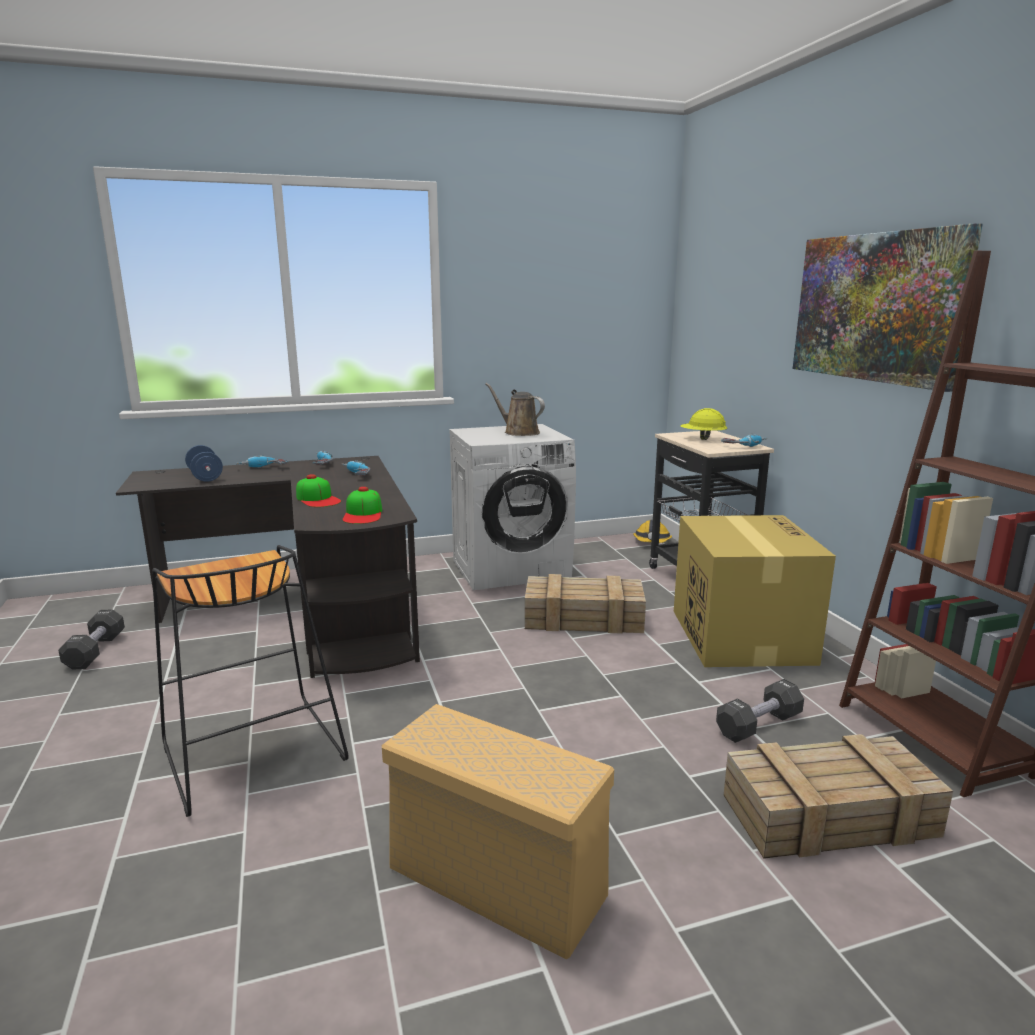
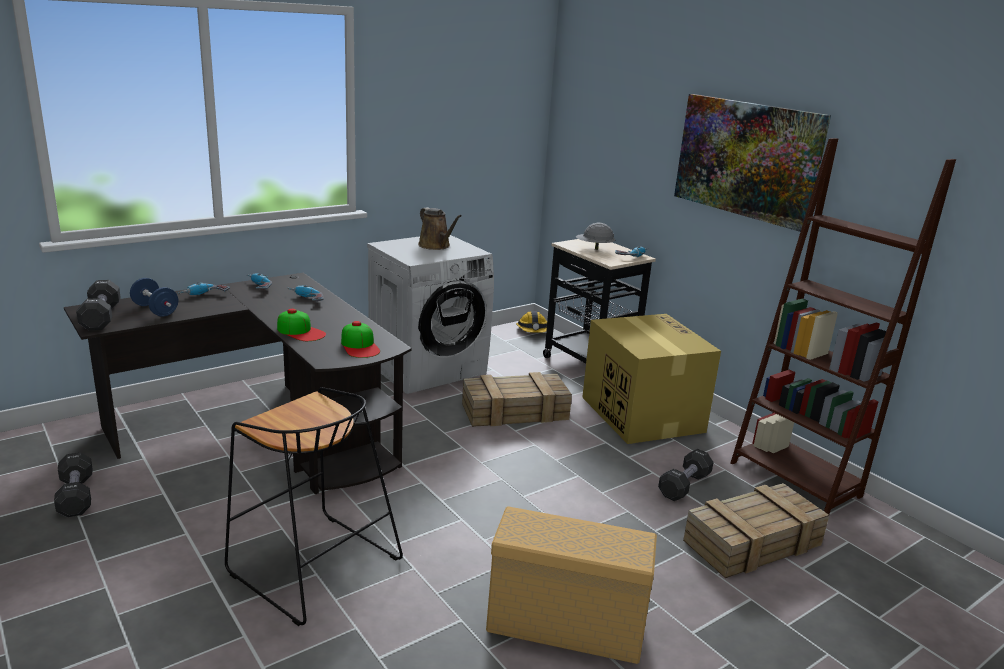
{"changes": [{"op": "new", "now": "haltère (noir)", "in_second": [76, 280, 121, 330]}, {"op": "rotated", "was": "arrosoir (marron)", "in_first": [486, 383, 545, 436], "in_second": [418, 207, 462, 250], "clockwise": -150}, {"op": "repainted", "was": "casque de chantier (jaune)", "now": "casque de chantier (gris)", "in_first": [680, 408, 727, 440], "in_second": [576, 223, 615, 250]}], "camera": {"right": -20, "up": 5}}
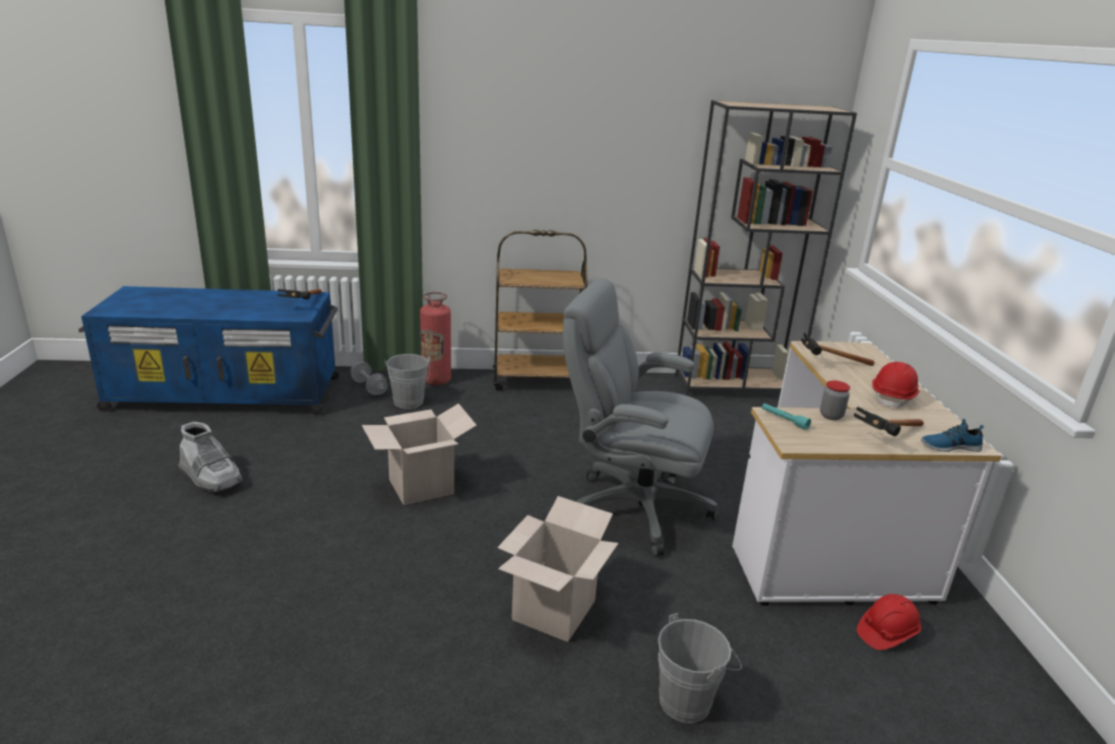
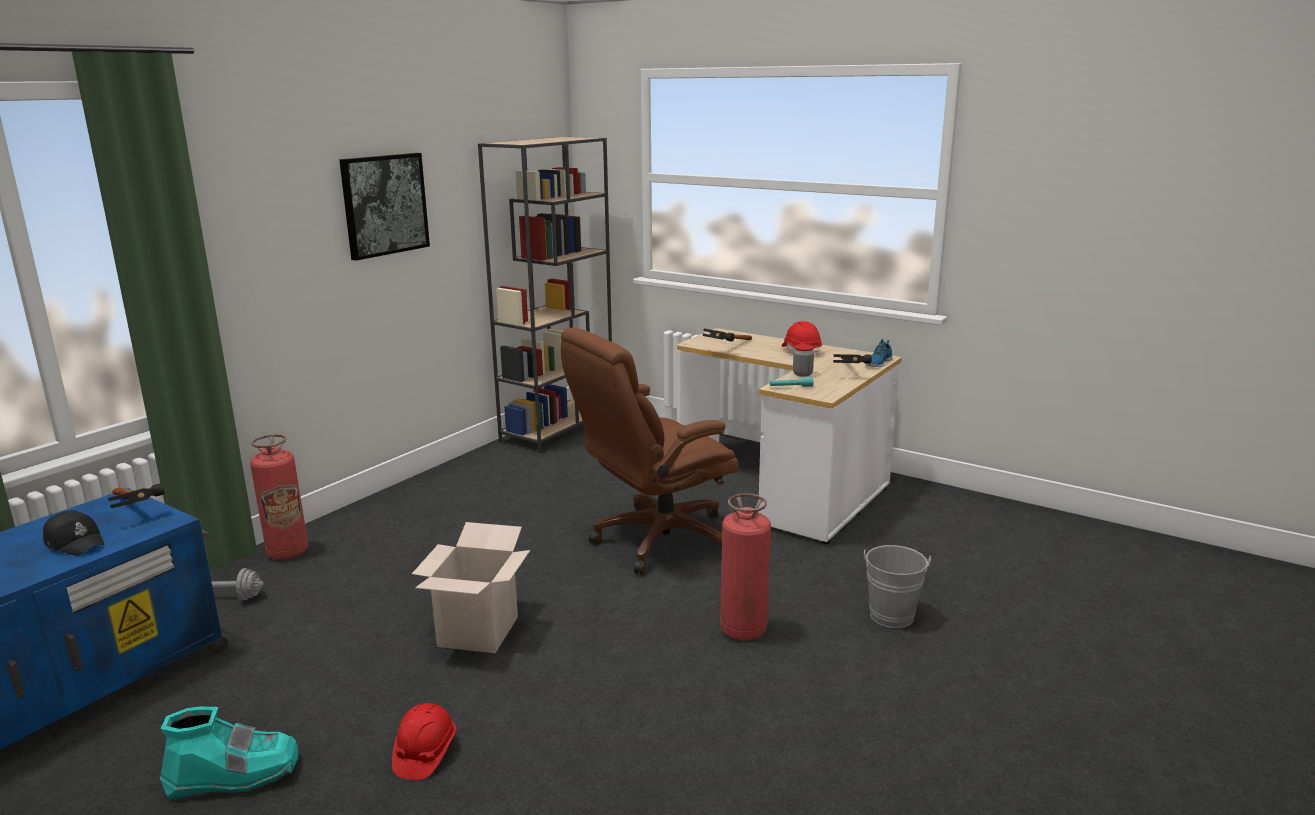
{"changes": [{"op": "new", "now": "casquette (noir)", "in_second": [43, 510, 105, 556]}, {"op": "repainted", "was": "botte (gris)", "now": "botte (turquoise)", "in_first": [178, 422, 243, 492], "in_second": [160, 707, 299, 800]}, {"op": "new", "now": "tableau", "in_second": [339, 153, 430, 261]}, {"op": "shifted", "was": "casque de chantier (rouge)", "in_first": [857, 594, 921, 650], "in_second": [392, 703, 456, 780]}, {"op": "repainted", "was": "chaise de bureau (gris)", "now": "chaise de bureau (marron)", "in_first": [563, 278, 718, 557], "in_second": [561, 328, 738, 575]}, {"op": "swapped", "was": "carton", "now": "extincteur", "in_first": [497, 496, 618, 642], "in_second": [720, 493, 771, 640]}, {"op": "gone", "was": "seau (gris)", "in_first": [385, 354, 430, 409]}, {"op": "gone", "was": "chariot (marron)", "in_first": [492, 230, 588, 391]}], "camera": {"right": -50, "up": -5}}
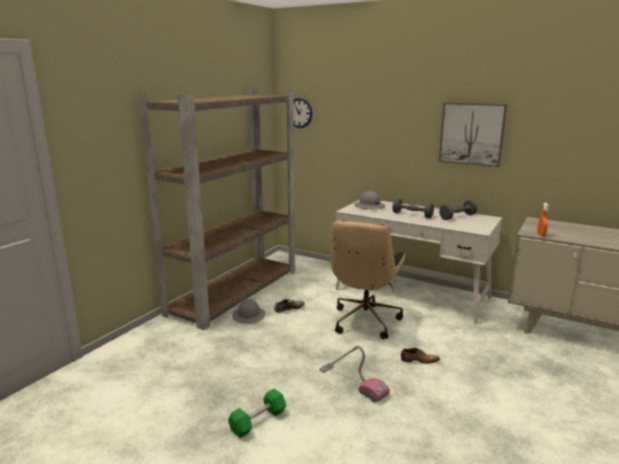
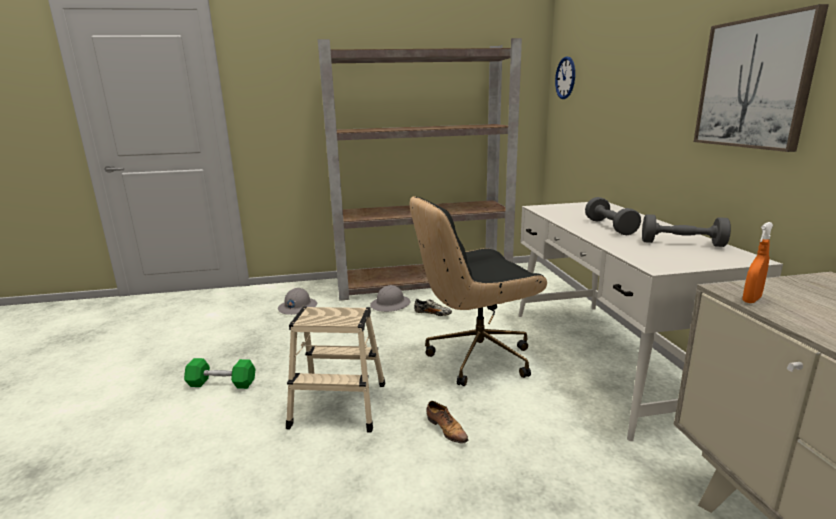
{"changes": [{"op": "shifted", "was": "casque de chantier (gris)", "in_first": [354, 191, 385, 209], "in_second": [278, 288, 317, 315]}, {"op": "swapped", "was": "aspirateur", "now": "escabeau (beige)", "in_first": [319, 346, 390, 403], "in_second": [286, 306, 385, 433]}], "camera": {"right": 50, "up": 0}}
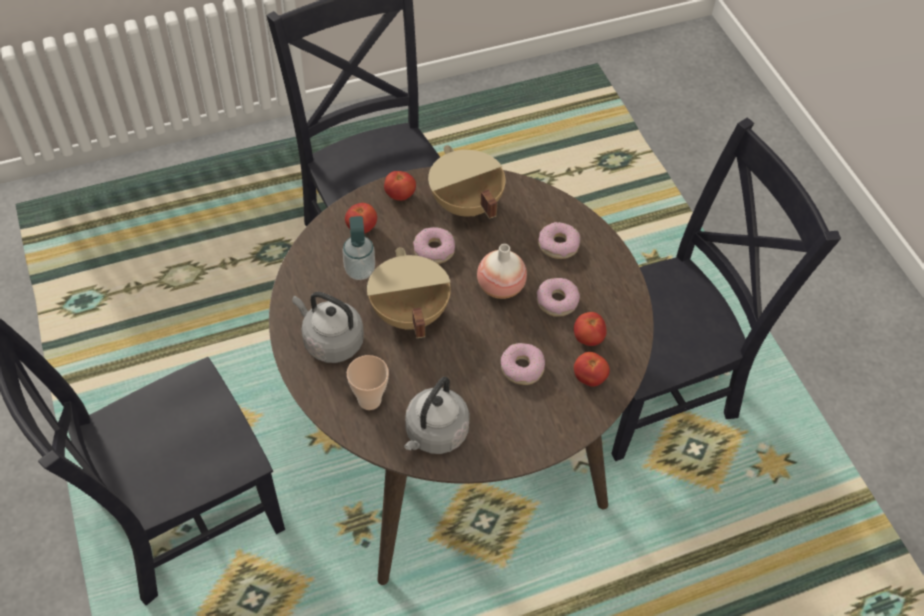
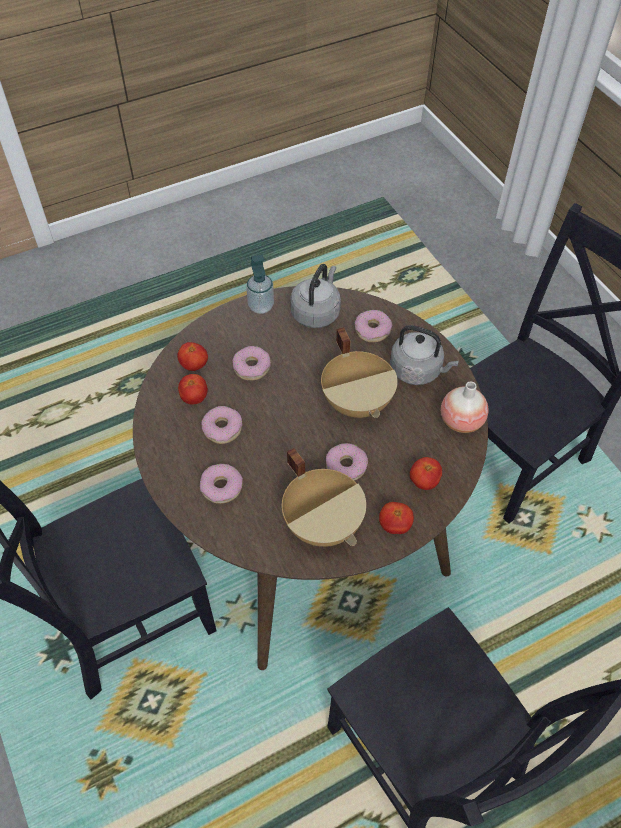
{"changes": [{"op": "shifted", "was": "distributeur de savon", "in_first": [342, 216, 375, 280], "in_second": [246, 255, 274, 314]}, {"op": "swapped", "was": "tasse", "now": "beignet", "in_first": [347, 355, 389, 410], "in_second": [355, 310, 392, 342]}, {"op": "shifted", "was": "vase", "in_first": [477, 244, 527, 299], "in_second": [441, 381, 488, 433]}], "camera": {"right": 175, "up": 0}}
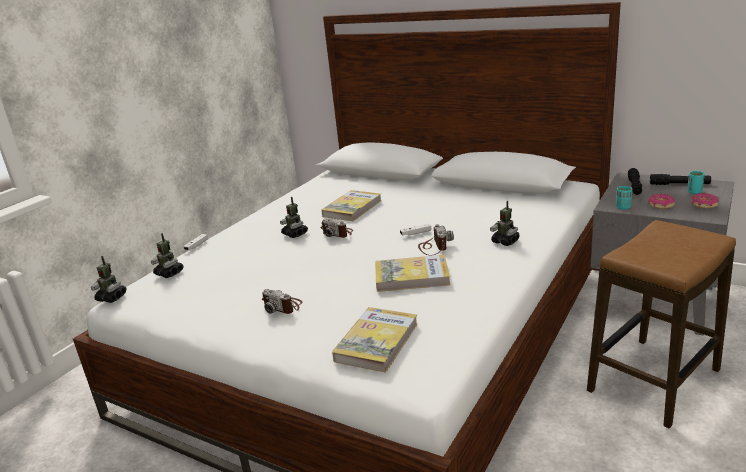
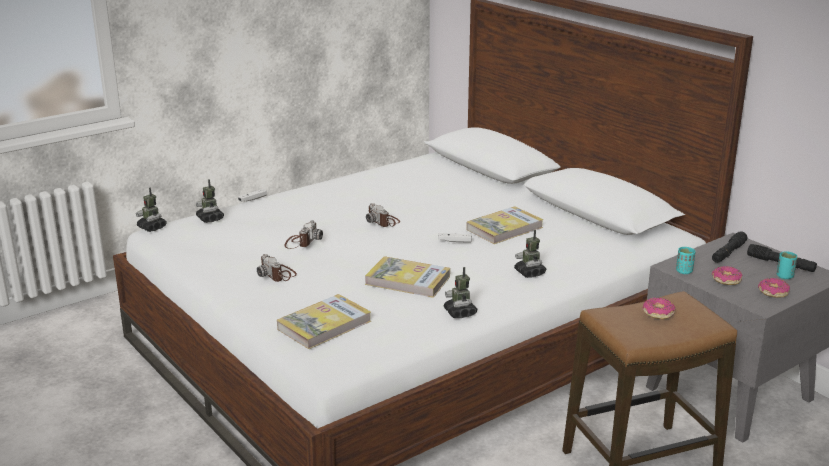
{"changes": [{"op": "shifted", "was": "appareil photo", "in_first": [418, 224, 454, 255], "in_second": [284, 220, 323, 249]}, {"op": "shifted", "was": "robot jouet", "in_first": [280, 197, 308, 238], "in_second": [444, 267, 477, 318]}, {"op": "shifted", "was": "livre", "in_first": [321, 190, 382, 221], "in_second": [466, 206, 543, 244]}, {"op": "new", "now": "beignet", "in_second": [643, 298, 676, 319]}], "camera": {"right": 20, "up": 0}}
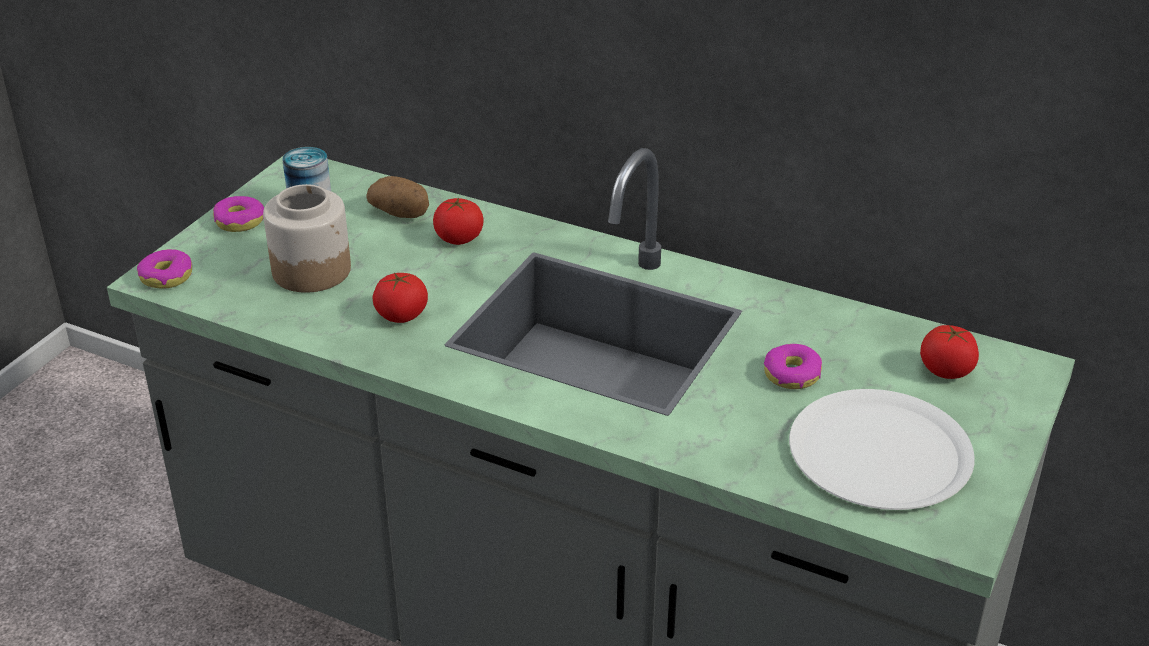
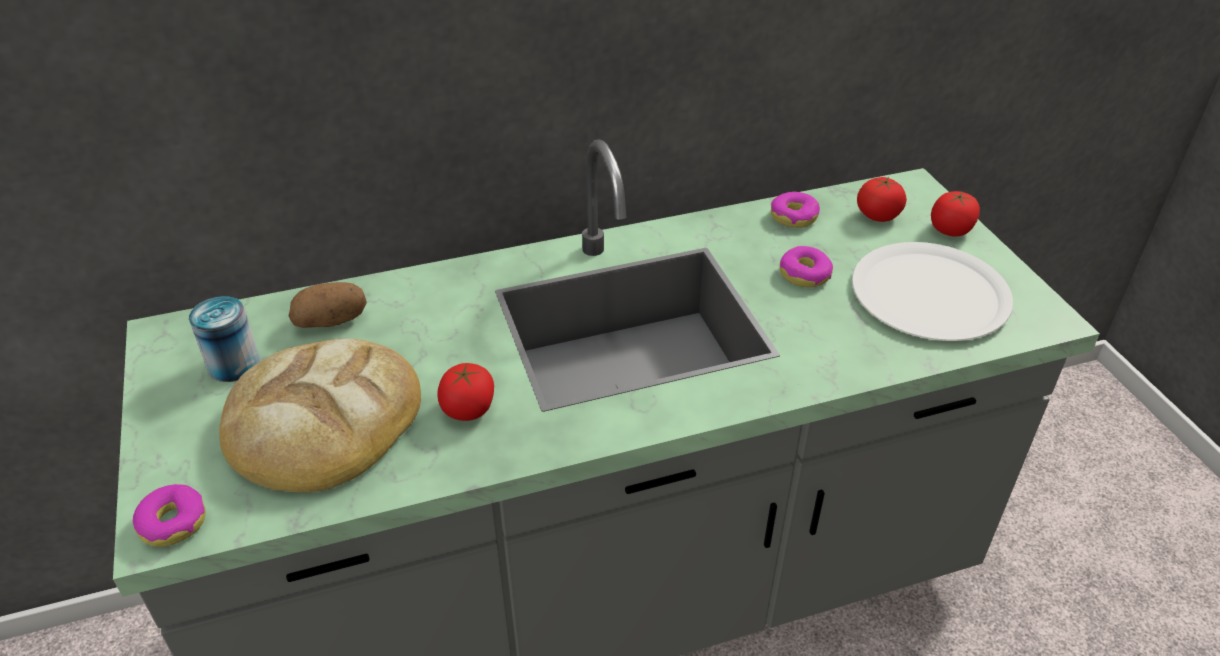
{"changes": [{"op": "swapped", "was": "bocal", "now": "pain", "in_first": [263, 184, 351, 293], "in_second": [219, 339, 421, 493]}, {"op": "shifted", "was": "beignet", "in_first": [213, 196, 264, 232], "in_second": [771, 192, 820, 228]}, {"op": "shifted", "was": "tomate", "in_first": [433, 197, 483, 245], "in_second": [931, 191, 980, 237]}], "camera": {"right": -45, "up": 5}}
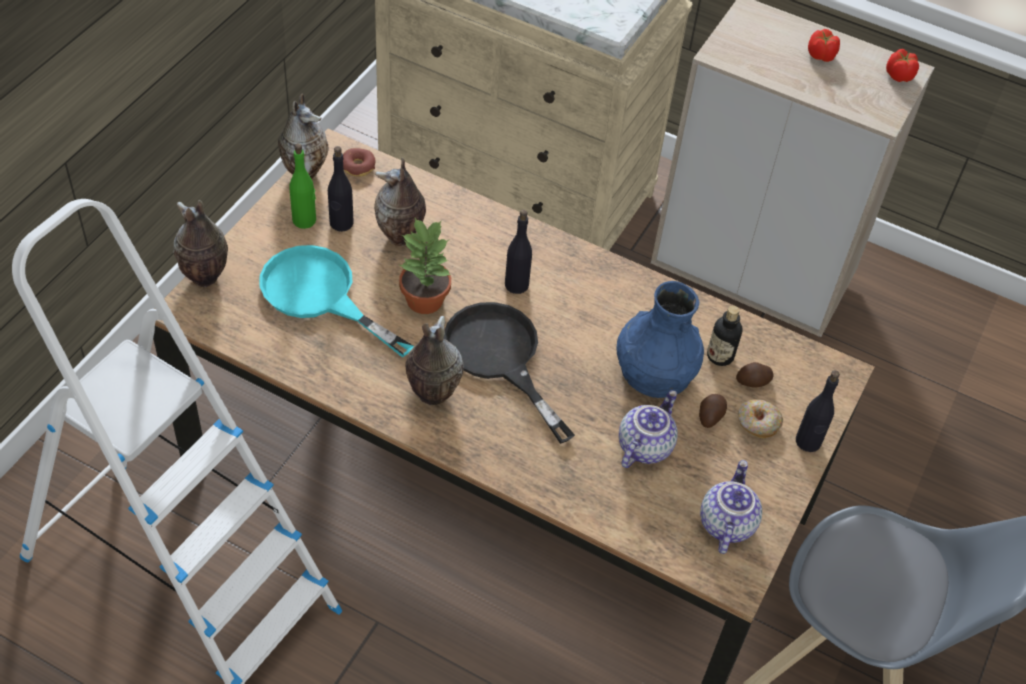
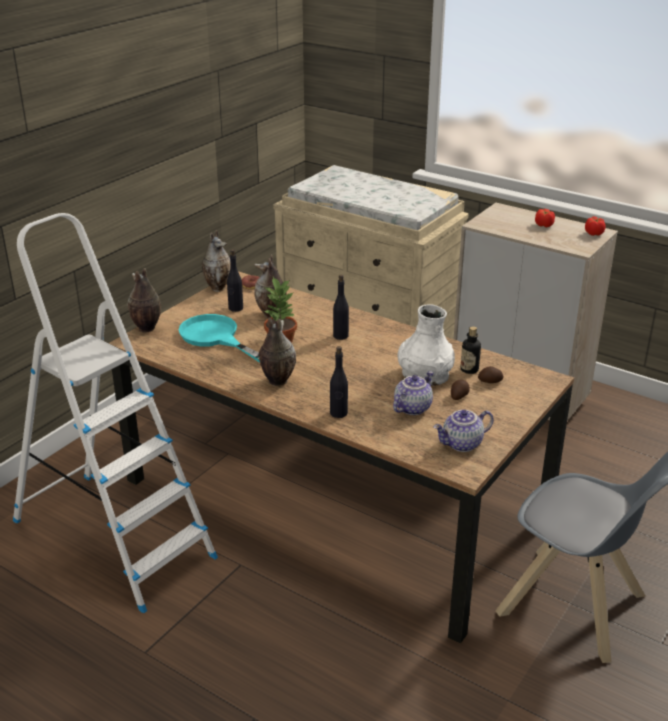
{"changes": [{"op": "shifted", "was": "bouteille (noir)", "in_first": [796, 371, 840, 452], "in_second": [330, 346, 348, 418]}, {"op": "repainted", "was": "vase (bleu)", "now": "vase (blanc)", "in_first": [617, 281, 704, 398], "in_second": [398, 305, 455, 386]}, {"op": "rotated", "was": "théière", "in_first": [700, 460, 762, 554], "in_second": [433, 410, 494, 452], "clockwise": -135}, {"op": "gone", "was": "bouteille (vert)", "in_first": [289, 143, 316, 229]}, {"op": "gone", "was": "poêle (noir)", "in_first": [444, 302, 575, 444]}, {"op": "gone", "was": "beignet", "in_first": [738, 399, 783, 439]}], "camera": {"right": 10, "up": -20}}
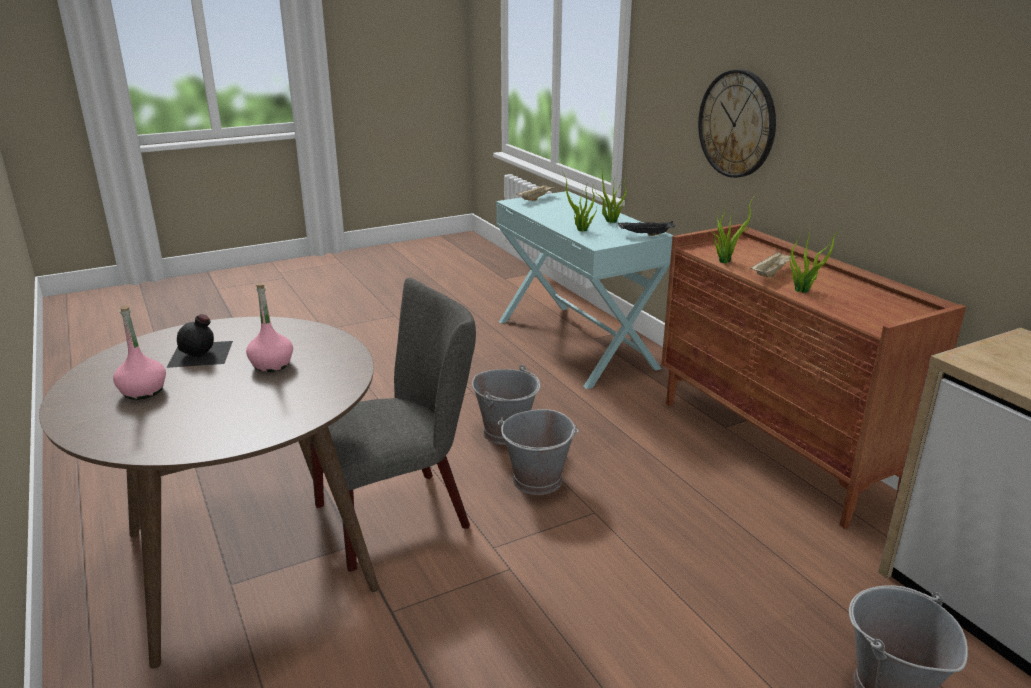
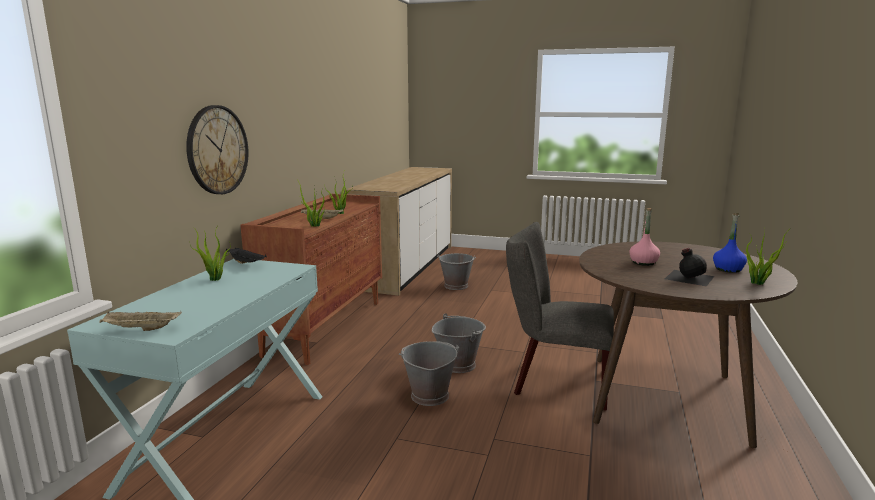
{"changes": [{"op": "repainted", "was": "bouteille (rose)", "now": "bouteille (bleu)", "in_first": [113, 305, 166, 400], "in_second": [713, 213, 747, 273]}, {"op": "shifted", "was": "plante en pot", "in_first": [563, 173, 597, 231], "in_second": [746, 227, 787, 285]}], "camera": {"right": -135, "up": -10}}
